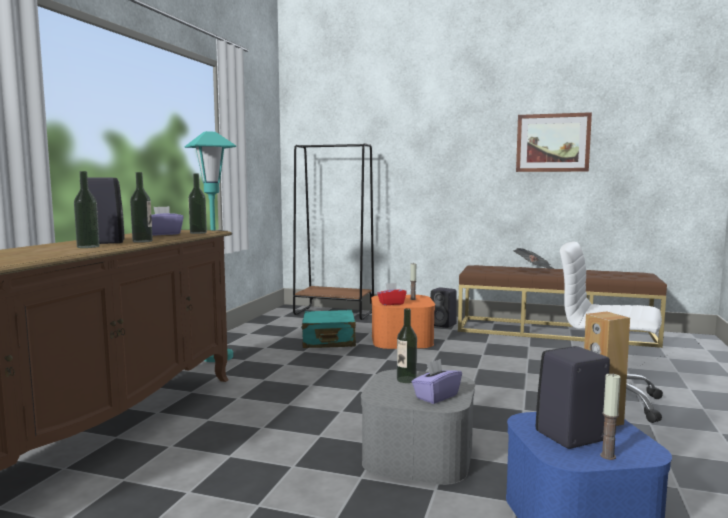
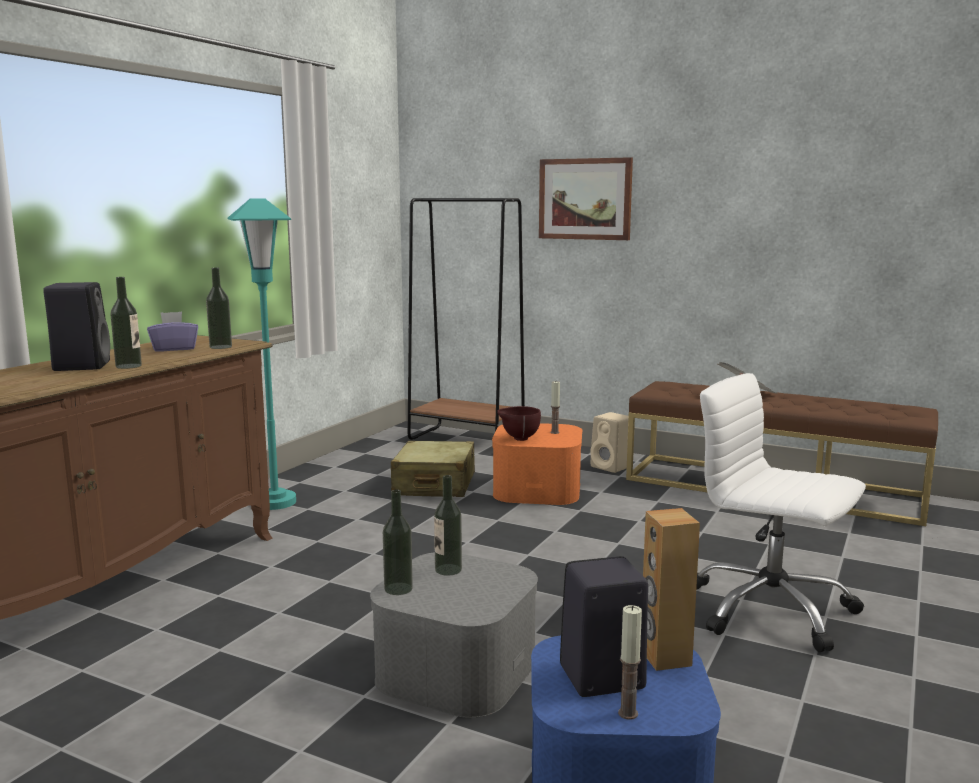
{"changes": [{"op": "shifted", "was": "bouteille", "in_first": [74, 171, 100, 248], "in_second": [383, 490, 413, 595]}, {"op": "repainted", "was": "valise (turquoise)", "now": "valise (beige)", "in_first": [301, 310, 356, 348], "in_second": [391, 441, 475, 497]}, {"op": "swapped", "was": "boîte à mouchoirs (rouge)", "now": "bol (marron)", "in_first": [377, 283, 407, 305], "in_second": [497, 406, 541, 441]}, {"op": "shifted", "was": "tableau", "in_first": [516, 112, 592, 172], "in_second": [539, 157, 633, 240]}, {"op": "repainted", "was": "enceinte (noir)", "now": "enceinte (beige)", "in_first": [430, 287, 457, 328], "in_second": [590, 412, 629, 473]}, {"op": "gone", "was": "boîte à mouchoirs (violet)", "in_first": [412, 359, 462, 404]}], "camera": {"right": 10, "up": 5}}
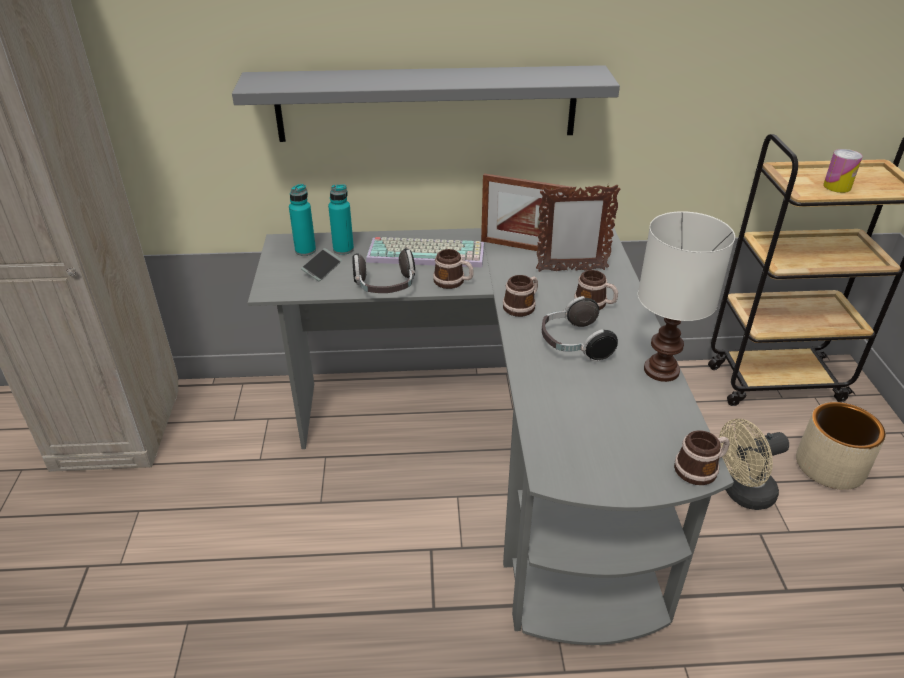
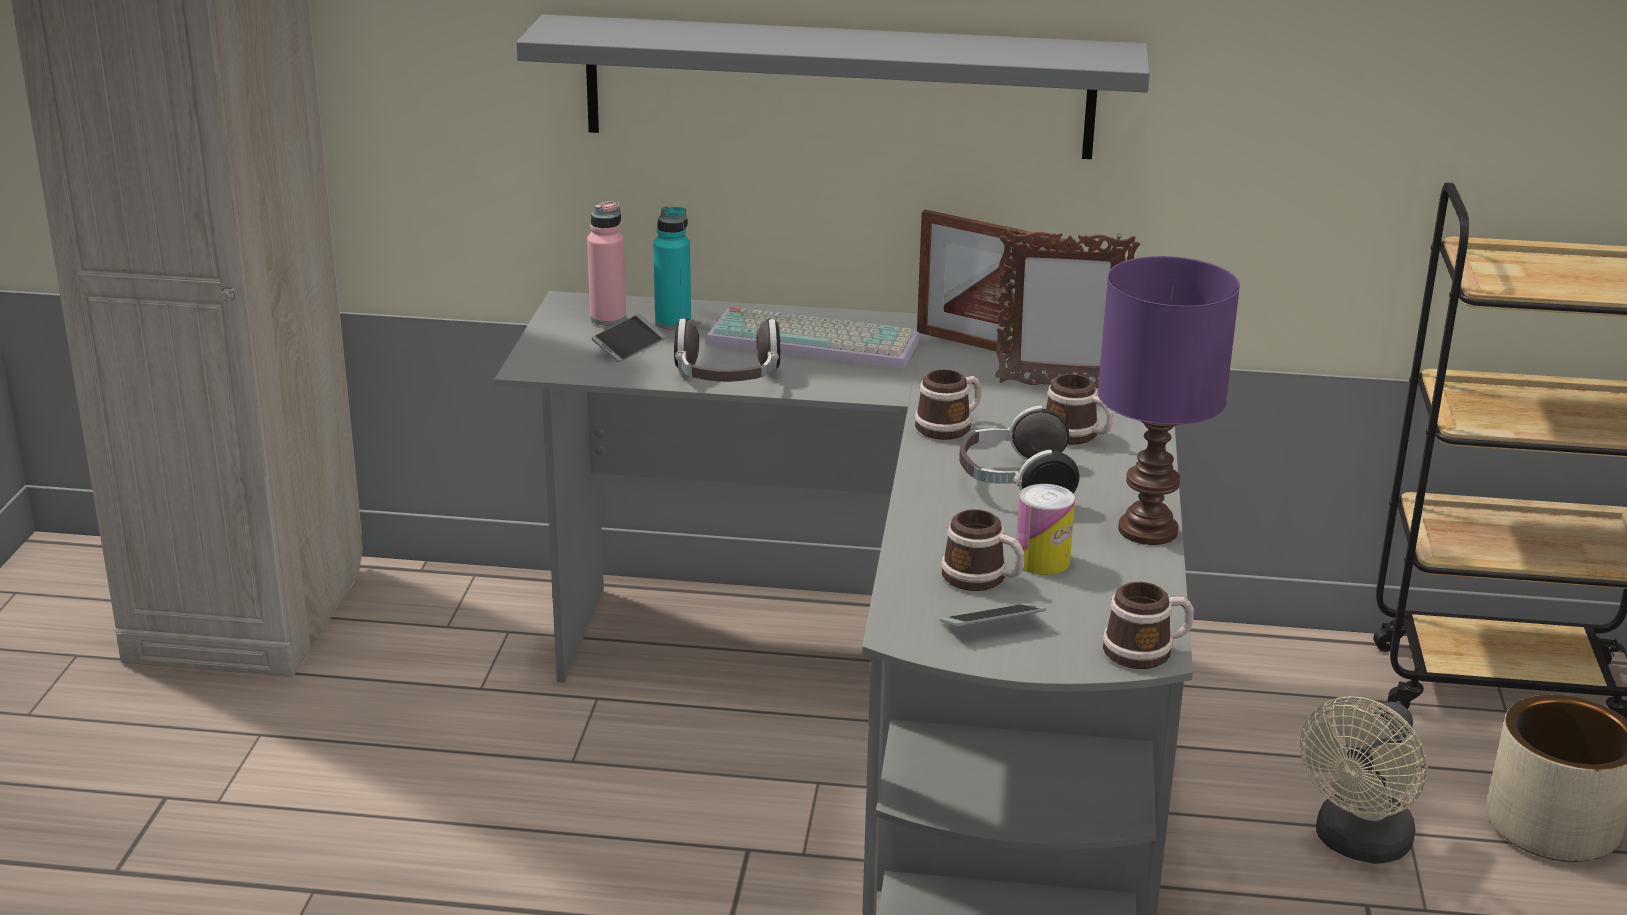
{"changes": [{"op": "repainted", "was": "bouteille (turquoise)", "now": "bouteille (rose)", "in_first": [289, 184, 316, 256], "in_second": [587, 201, 626, 325]}, {"op": "new", "now": "téléphone", "in_second": [940, 604, 1046, 626]}, {"op": "shifted", "was": "mug", "in_first": [433, 249, 474, 289], "in_second": [941, 509, 1024, 591]}, {"op": "shifted", "was": "boîte métallique", "in_first": [823, 149, 862, 193], "in_second": [1015, 484, 1075, 575]}, {"op": "repainted", "was": "lampe de table (blanc)", "now": "lampe de table (violet)", "in_first": [638, 211, 735, 382], "in_second": [1098, 256, 1240, 545]}, {"op": "rotated", "was": "ventilateur (beige)", "in_first": [719, 419, 789, 510], "in_second": [1300, 696, 1428, 864], "clockwise": -45}], "camera": {"right": 10, "up": -10}}
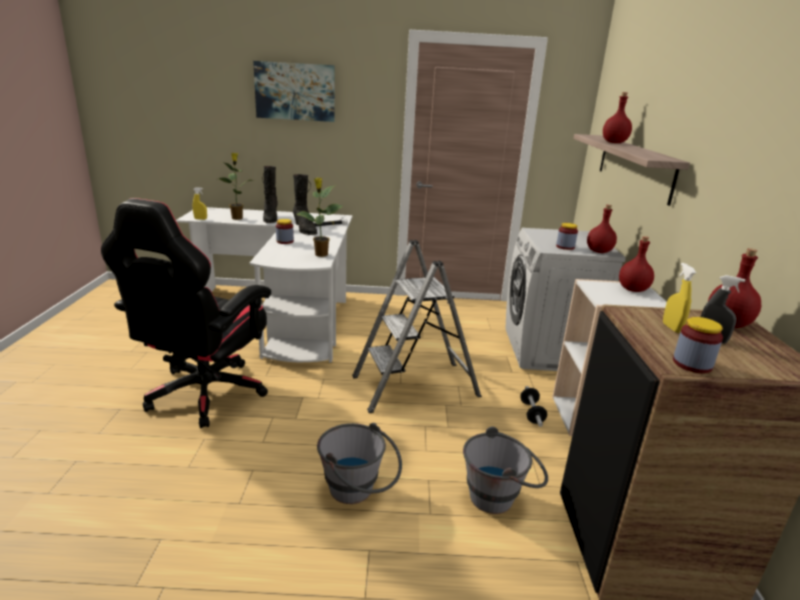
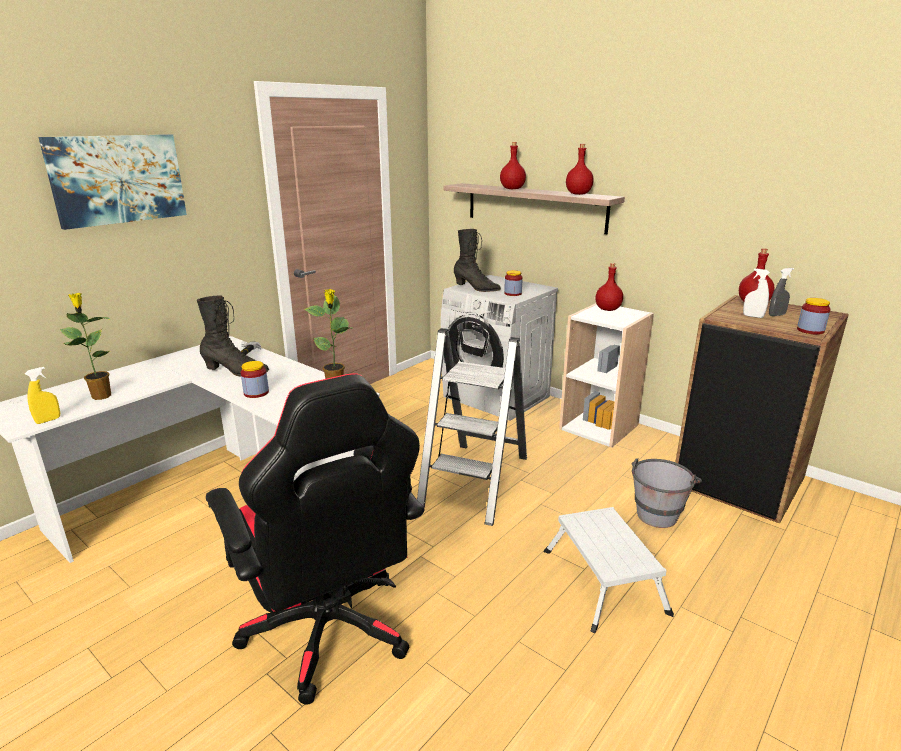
{"changes": [{"op": "shifted", "was": "botte (noir)", "in_first": [262, 166, 278, 223], "in_second": [454, 229, 501, 292]}, {"op": "swapped", "was": "seau (gris)", "now": "escabeau (blanc)", "in_first": [317, 423, 402, 504], "in_second": [543, 507, 674, 633]}, {"op": "shifted", "was": "bouteille (rouge)", "in_first": [587, 205, 617, 253], "in_second": [566, 144, 593, 195]}, {"op": "repainted", "was": "vaporisateur (jaune)", "now": "vaporisateur (blanc)", "in_first": [663, 263, 696, 333], "in_second": [743, 269, 770, 318]}, {"op": "gone", "was": "haltère", "in_first": [520, 386, 547, 427]}], "camera": {"right": -50, "up": 0}}
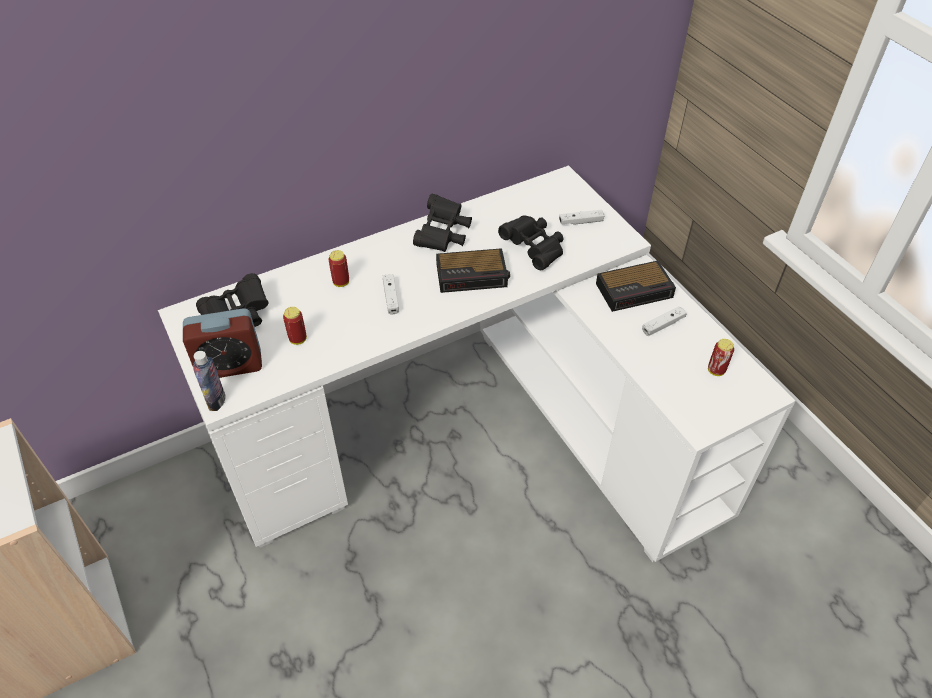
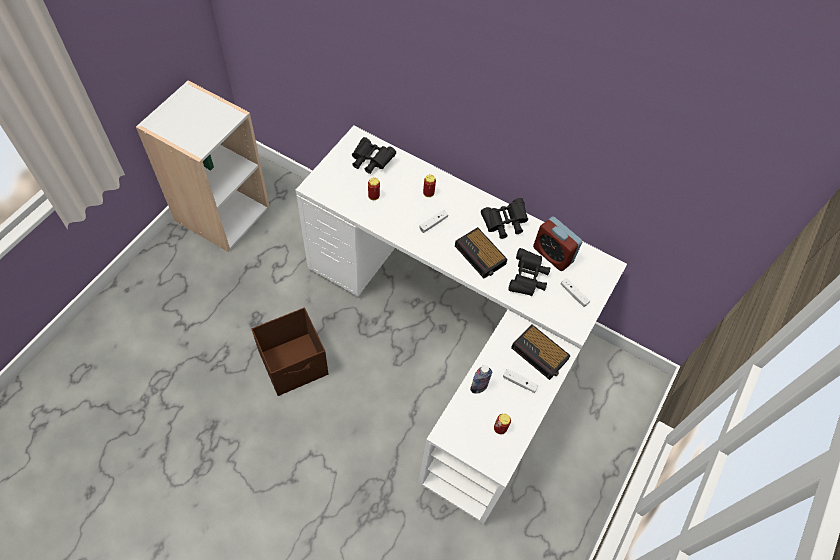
{"changes": [{"op": "new", "now": "boîte de rangement (marron)", "in_second": [252, 308, 328, 396]}, {"op": "shifted", "was": "bouteille", "in_first": [193, 351, 226, 411], "in_second": [470, 365, 492, 393]}, {"op": "shifted", "was": "réveil", "in_first": [183, 308, 262, 378], "in_second": [533, 216, 582, 271]}], "camera": {"right": 55, "up": 10}}
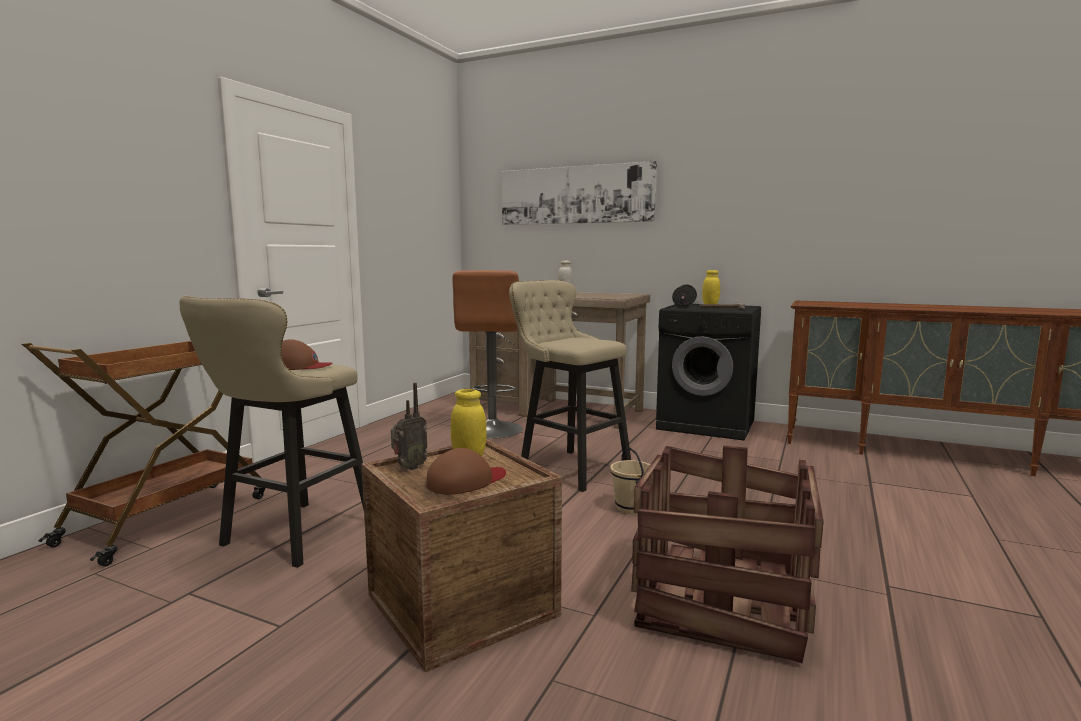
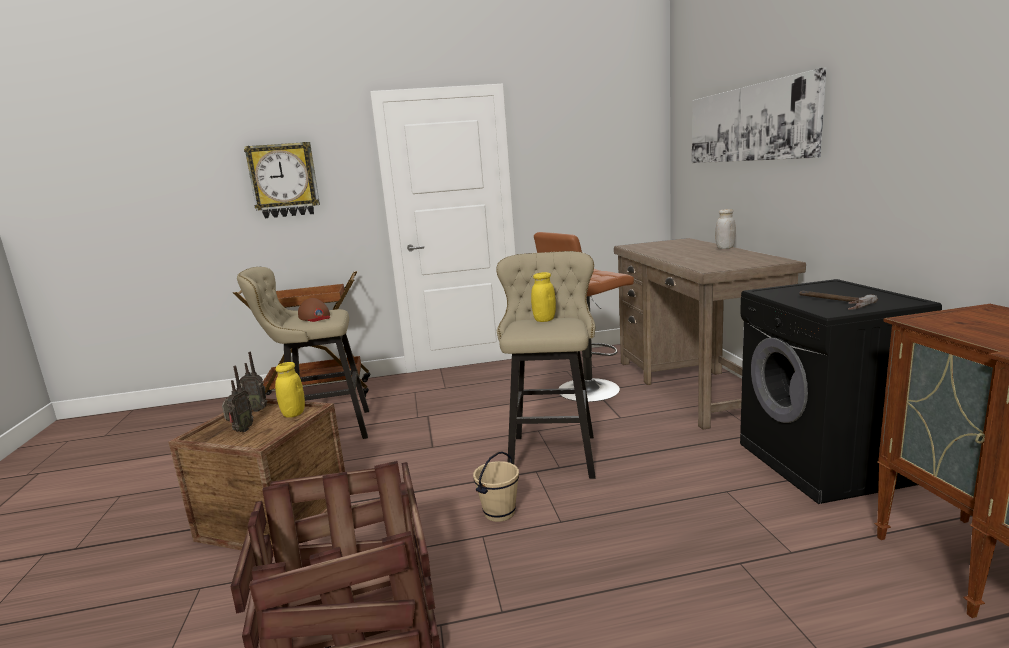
{"changes": [{"op": "swapped", "was": "casquette (marron)", "now": "radio", "in_first": [426, 448, 506, 495], "in_second": [222, 366, 253, 432]}, {"op": "new", "now": "horloge murale", "in_second": [244, 142, 320, 218]}, {"op": "shifted", "was": "bocal (jaune)", "in_first": [702, 270, 720, 304], "in_second": [531, 272, 556, 322]}, {"op": "gone", "was": "haltère (noir)", "in_first": [672, 284, 697, 308]}], "camera": {"right": 55, "up": 5}}
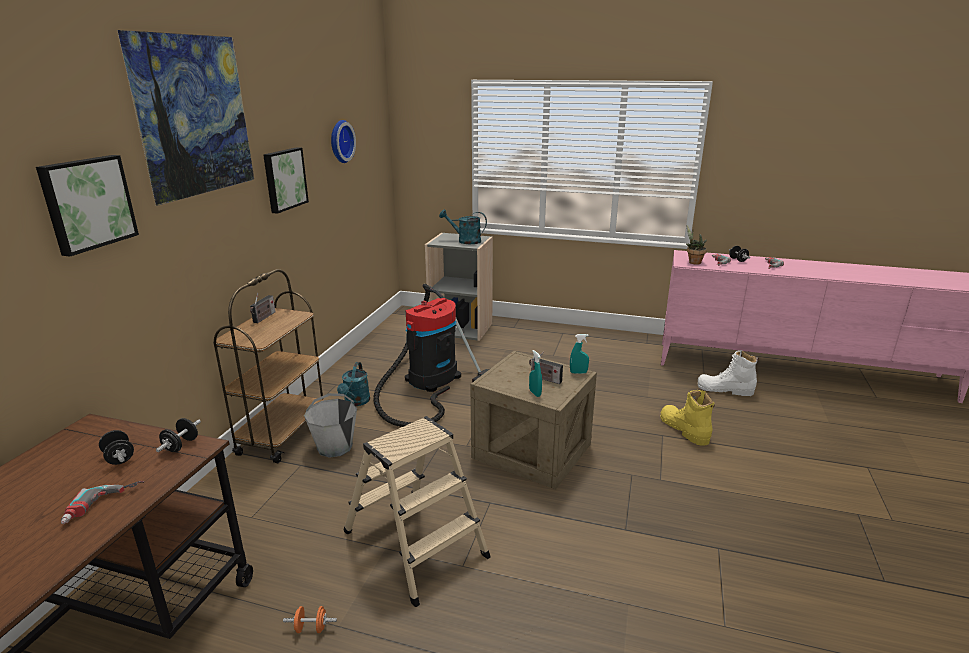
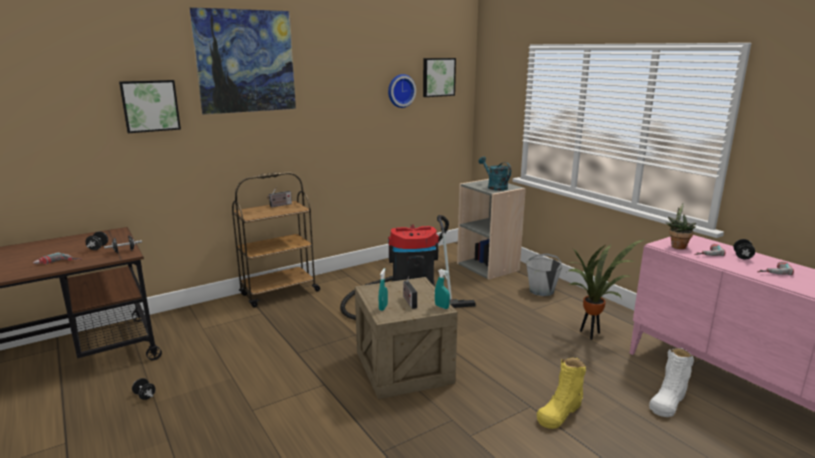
{"changes": [{"op": "repainted", "was": "haltère (orange)", "now": "haltère (noir)", "in_first": [283, 606, 337, 633], "in_second": [132, 378, 156, 400]}, {"op": "shifted", "was": "tableau", "in_first": [263, 147, 309, 214], "in_second": [423, 58, 456, 97]}, {"op": "shifted", "was": "seau (gris)", "in_first": [304, 393, 357, 458], "in_second": [526, 253, 562, 296]}, {"op": "rotated", "was": "botte (jaune)", "in_first": [660, 390, 715, 446], "in_second": [537, 357, 586, 429], "clockwise": -150}, {"op": "new", "now": "plante en pot", "in_second": [568, 239, 645, 340]}, {"op": "rotated", "was": "botte (blanc)", "in_first": [698, 350, 759, 396], "in_second": [649, 348, 694, 417], "clockwise": -105}, {"op": "gone", "was": "arrosoir (turquoise)", "in_first": [337, 362, 370, 406]}, {"op": "gone", "was": "escabeau (beige)", "in_first": [343, 416, 491, 607]}], "camera": {"right": 40, "up": -5}}
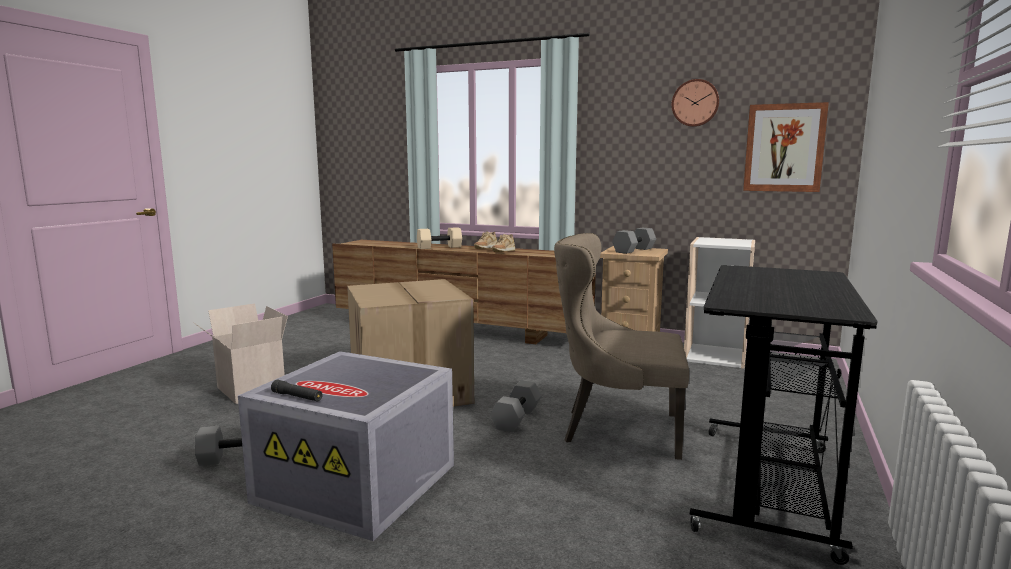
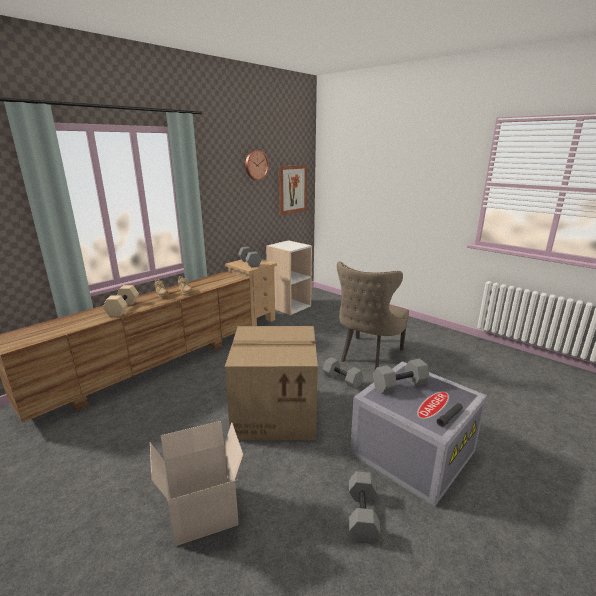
{"changes": [{"op": "new", "now": "haltère (gris)", "in_second": [373, 359, 430, 394]}, {"op": "gone", "was": "bureau (noir)", "in_first": [690, 265, 878, 565]}], "camera": {"right": -70, "up": 10}}
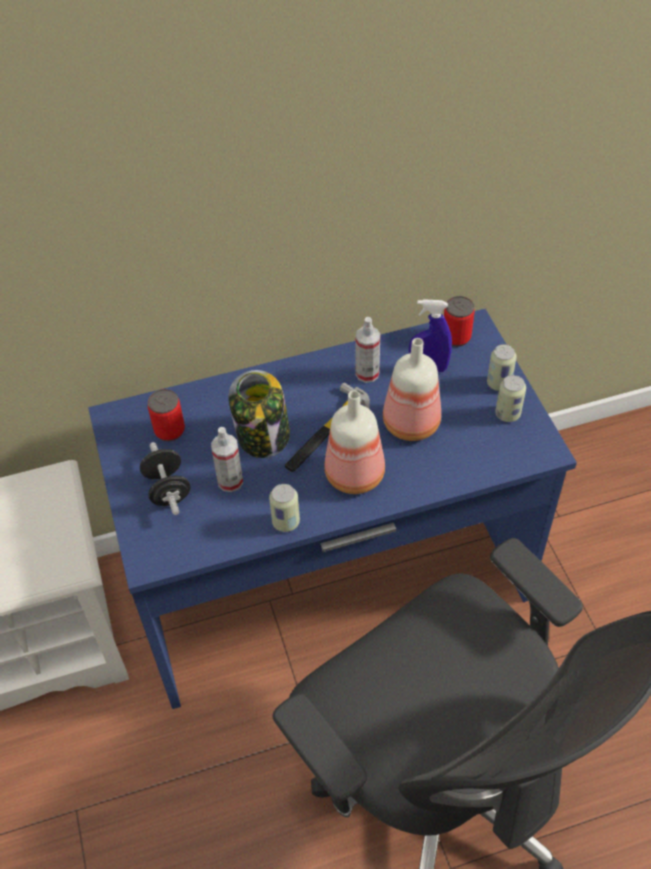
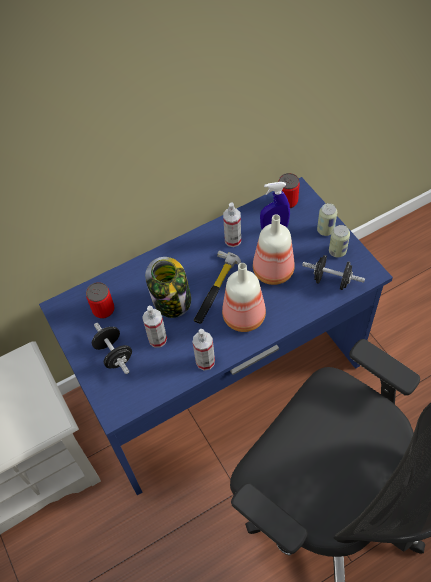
{"changes": [{"op": "swapped", "was": "boîte métallique", "now": "vaporisateur", "in_first": [269, 484, 300, 532], "in_second": [193, 329, 215, 371]}, {"op": "new", "now": "haltère (noir)", "in_second": [302, 255, 365, 290]}], "camera": {"right": -10, "up": 5}}
